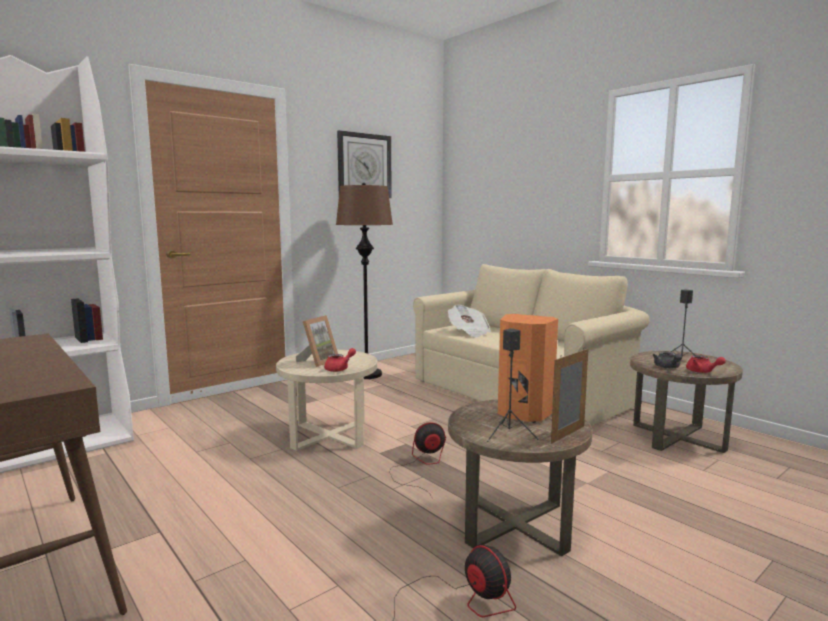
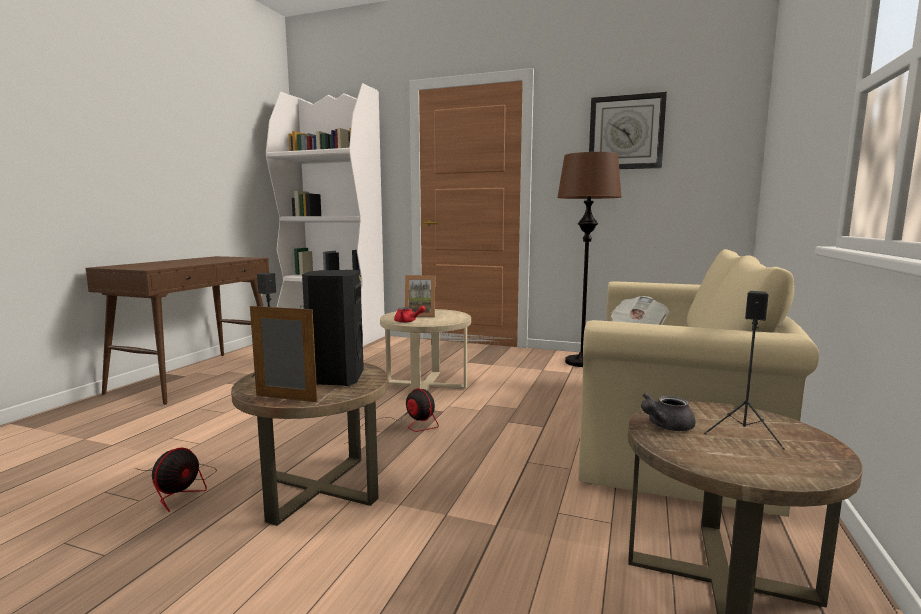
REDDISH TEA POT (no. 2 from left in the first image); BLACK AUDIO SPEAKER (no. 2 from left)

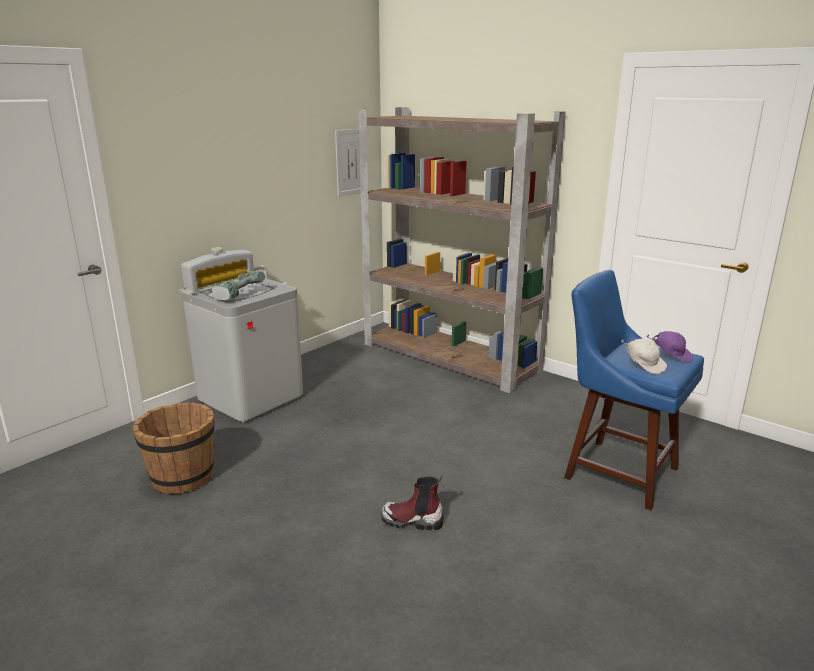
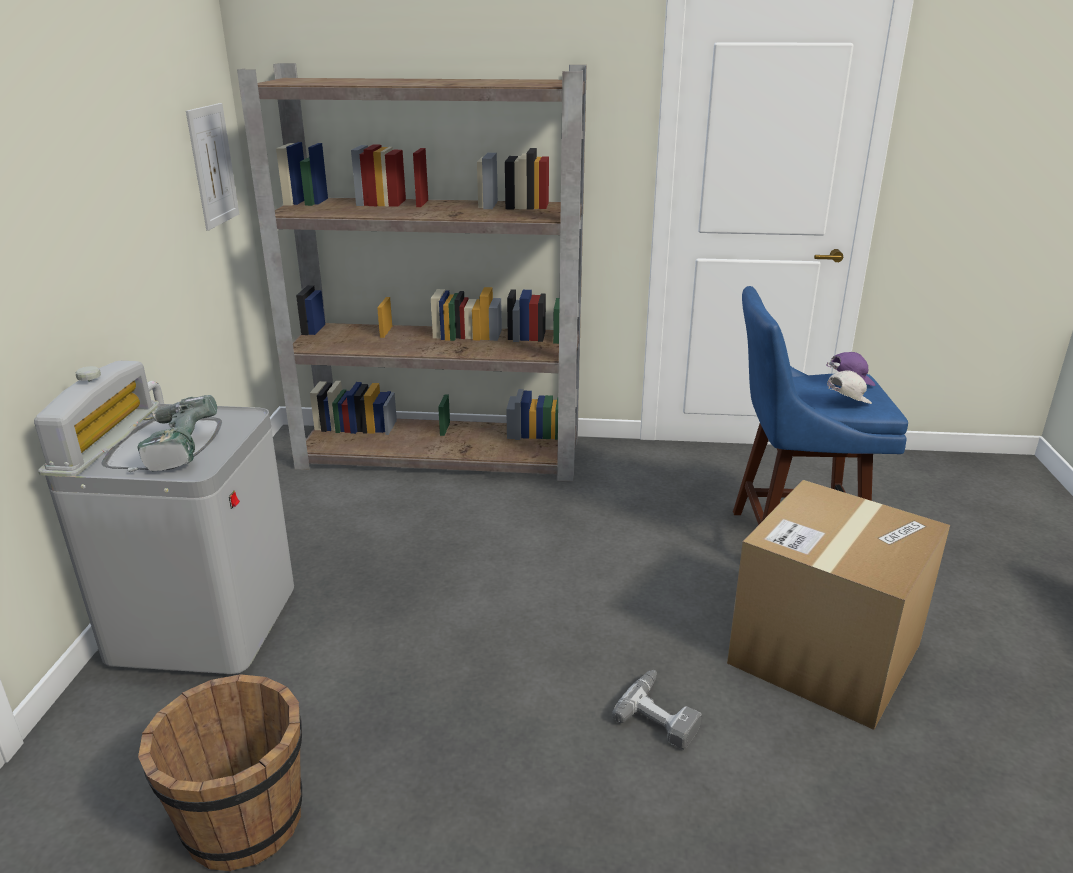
CARDBOARD BOX; DRILL (no. 2 from left); WHITISH PEAKED CAP

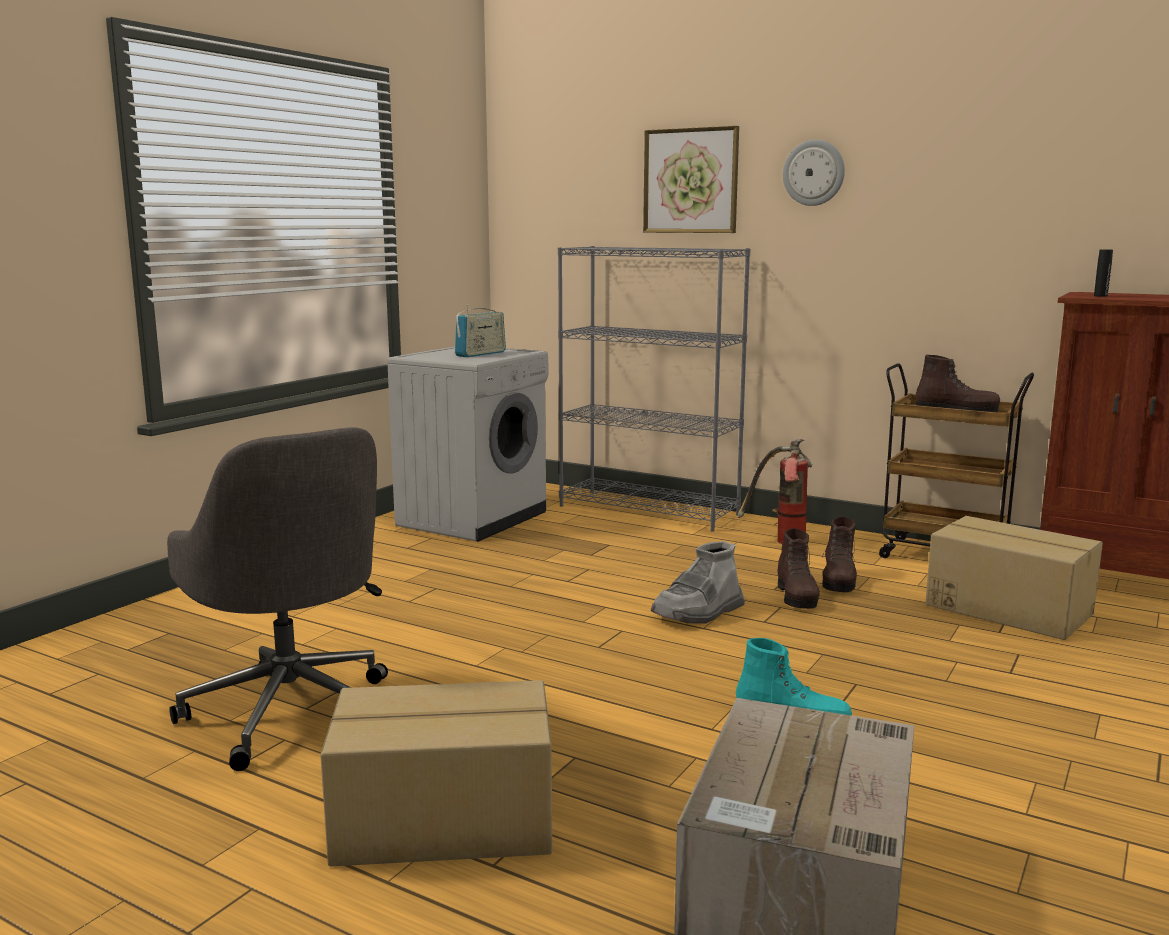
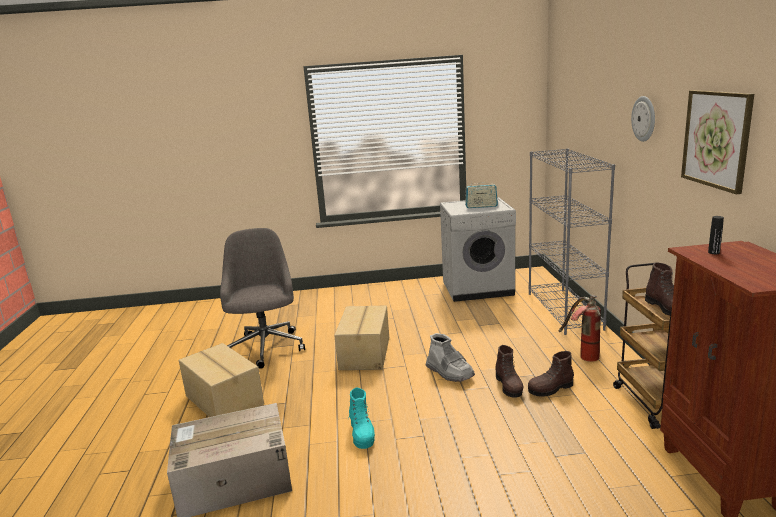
WALL ART; CARDBOARD BOX (no. 3 from left); GREY OFFICE CHAIR; GREY BOOT; BROWNISH BOOT (no. 1 from left)

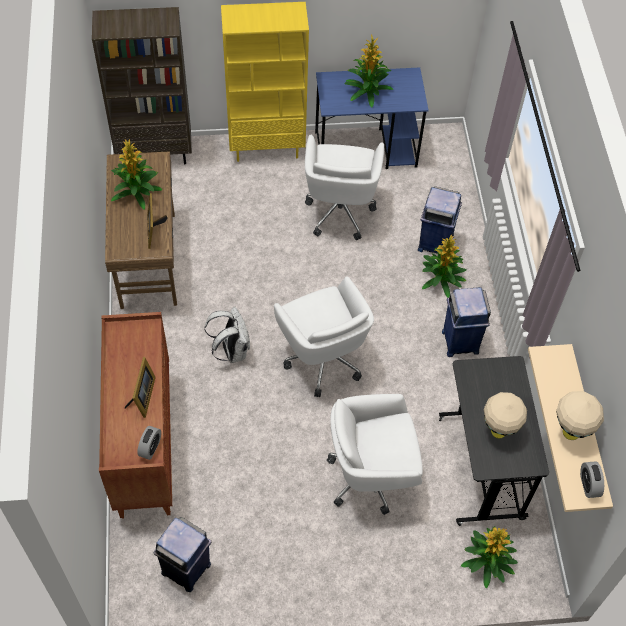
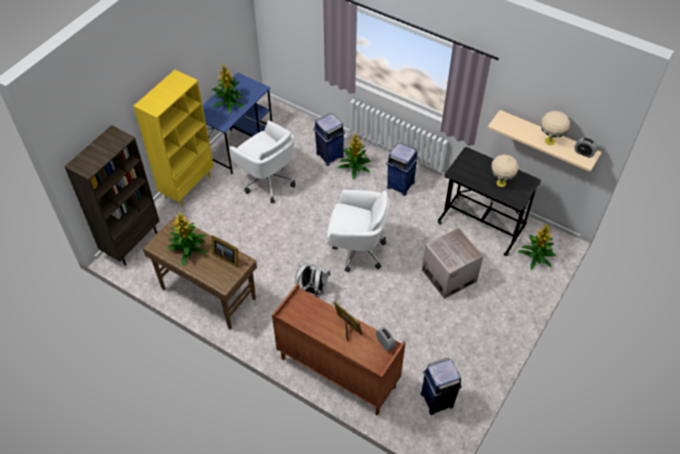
CARDBOARD BOX

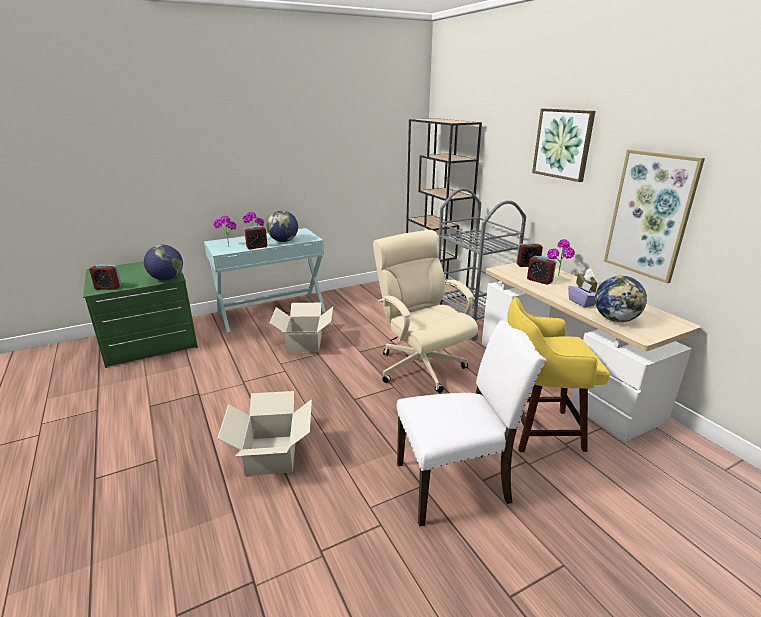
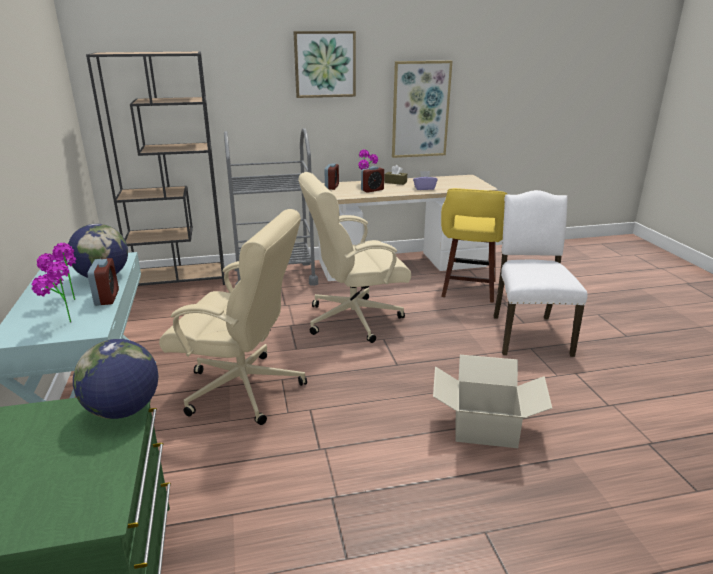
ALARM CLOCK (no. 1 from left in the first image); WORLD GLOBE (no. 3 from left in the first image); BEIGE-COLOURED OFFICE CHAIR (no. 1 from left)

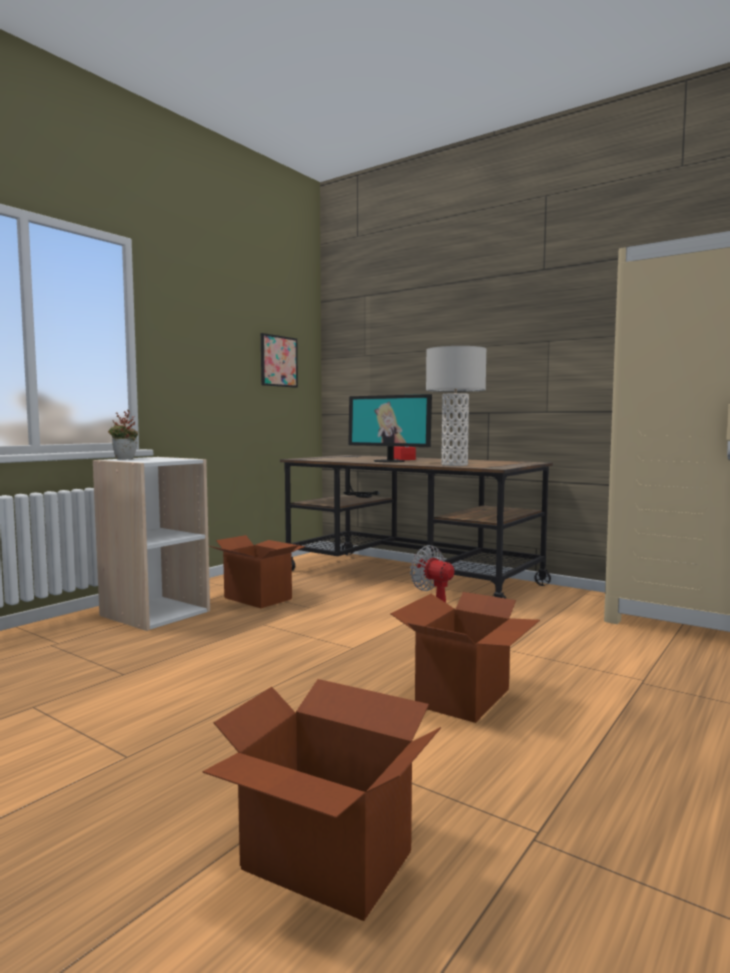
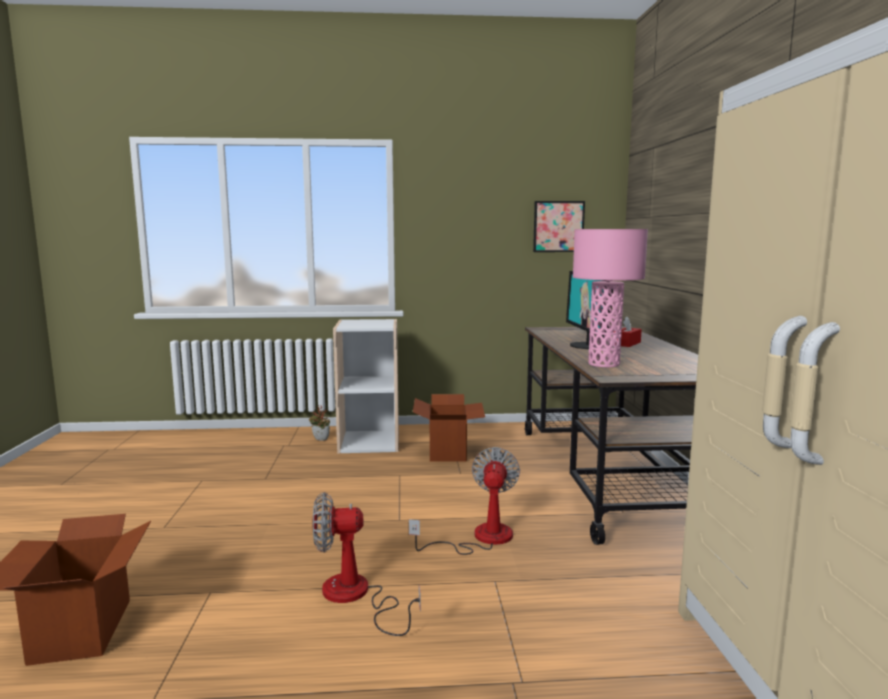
POTTED PLANT; FAN (no. 1 from left); PINKISH LAMP FOR A TABLE

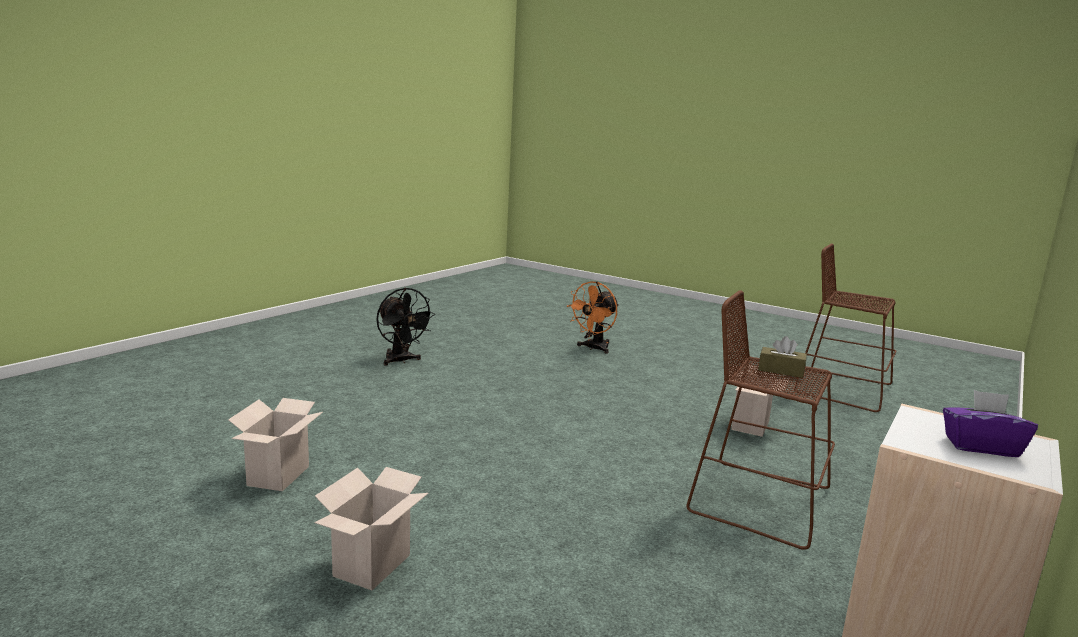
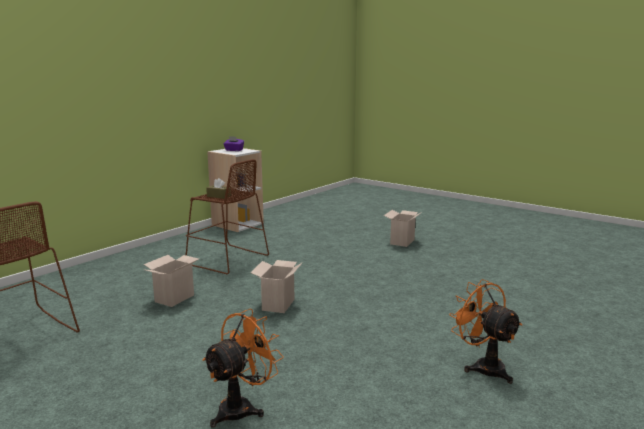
CARDBOARD BOX (no. 2 from left); ORANGE FAN (no. 2 from left)

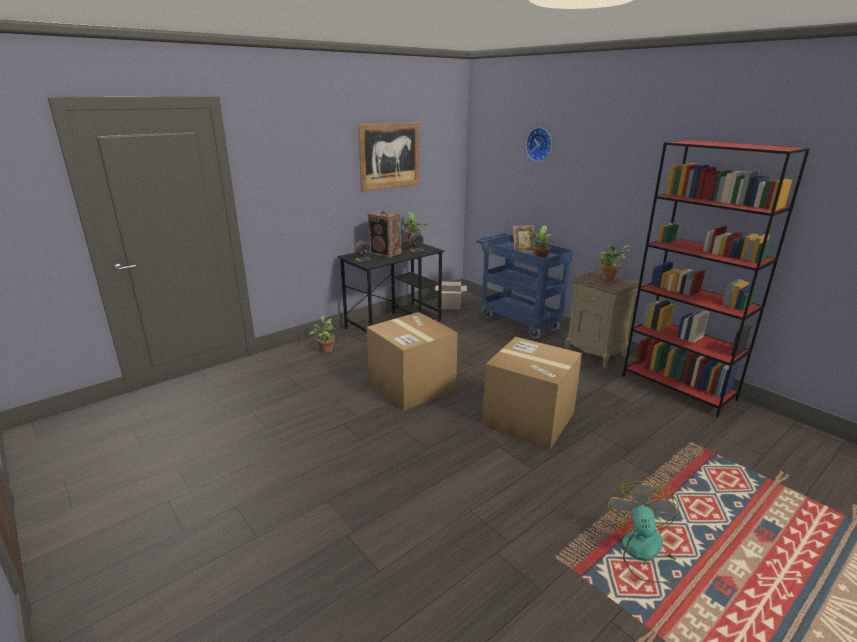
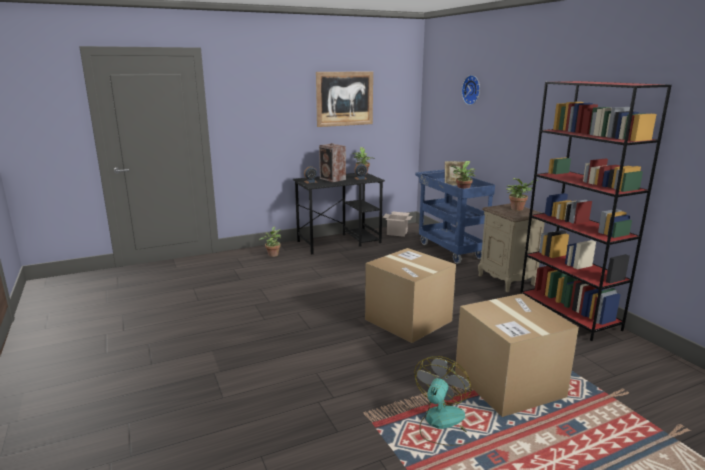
CARDBOARD BOX (no. 3 from left)

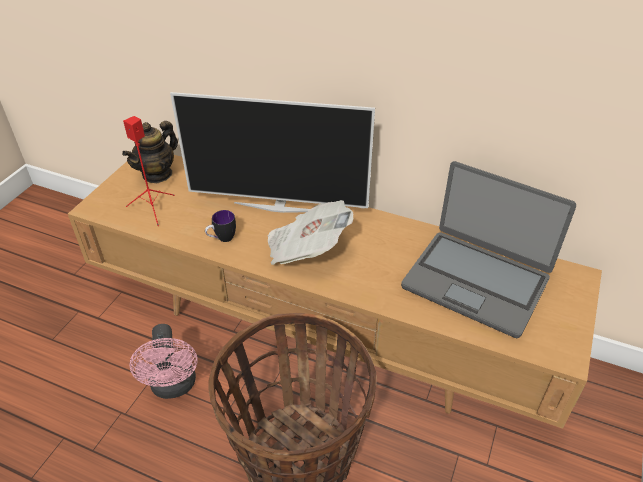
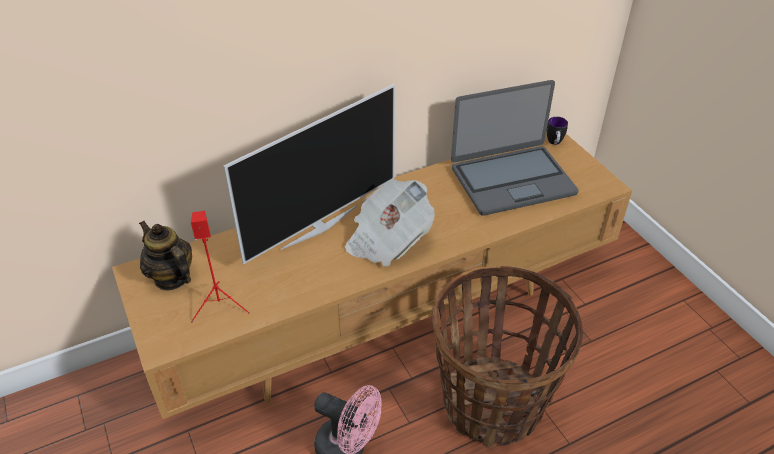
TEA MUG; TEA POT

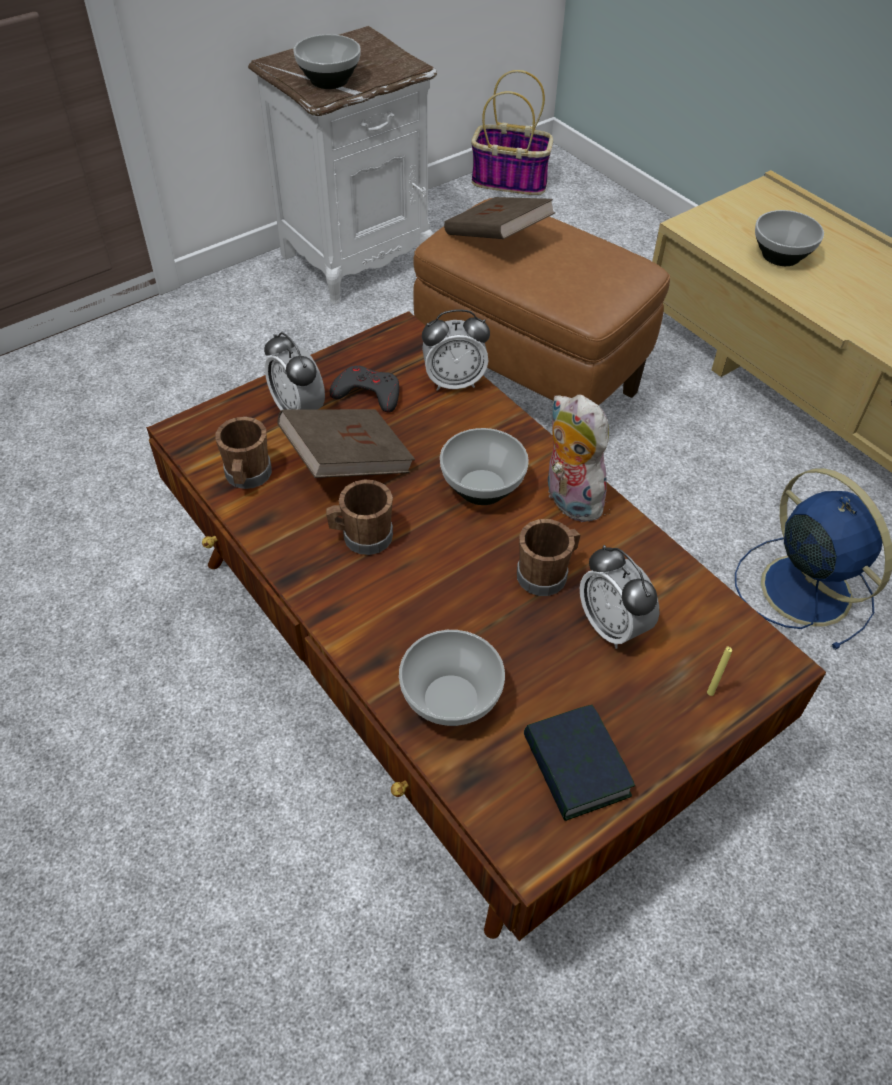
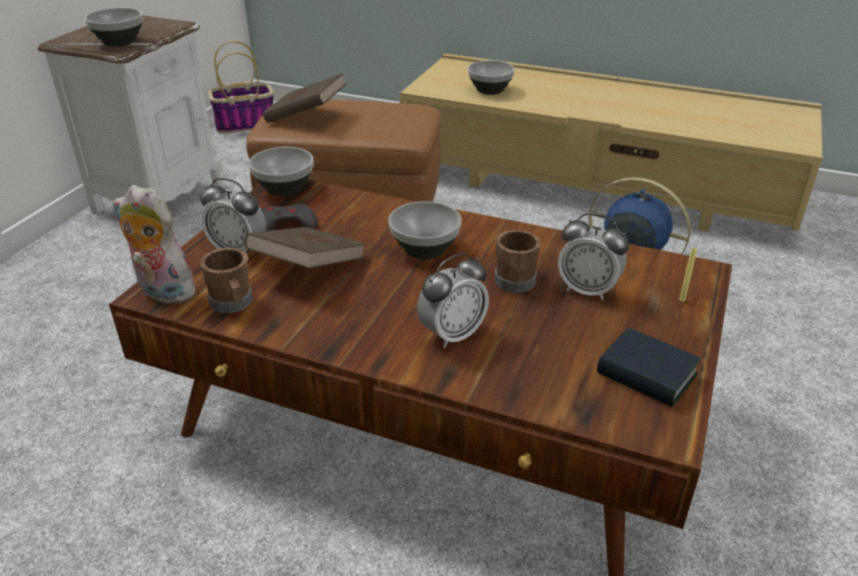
BROWNISH TEA MUG (no. 2 from left in the first image); BOWL (no. 2 from left); ALARM CLOCK (no. 2 from left); CUDDLY TOY

